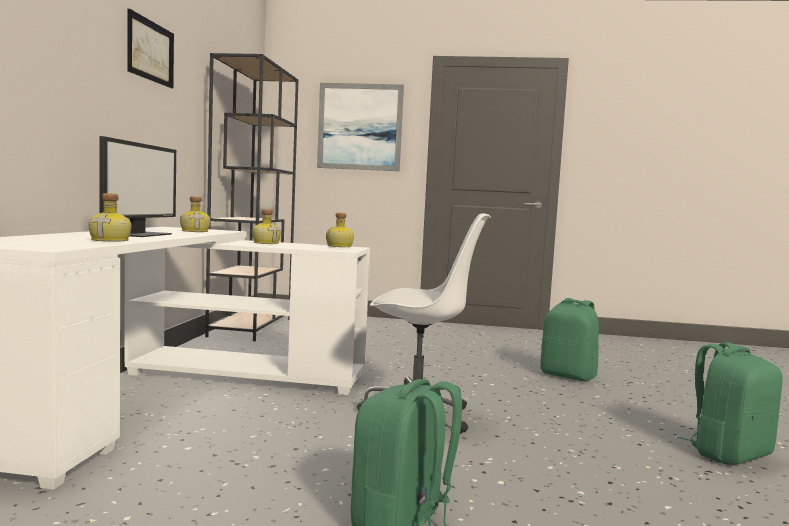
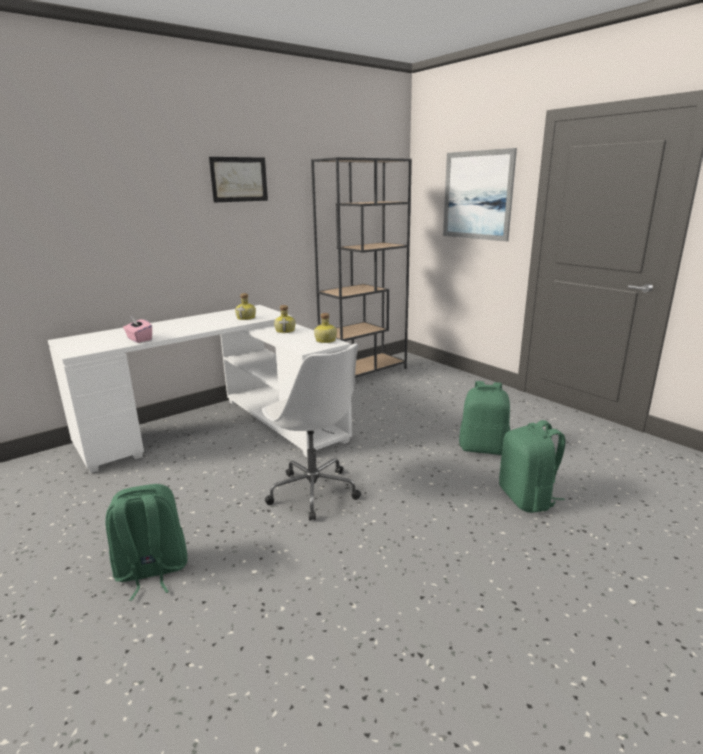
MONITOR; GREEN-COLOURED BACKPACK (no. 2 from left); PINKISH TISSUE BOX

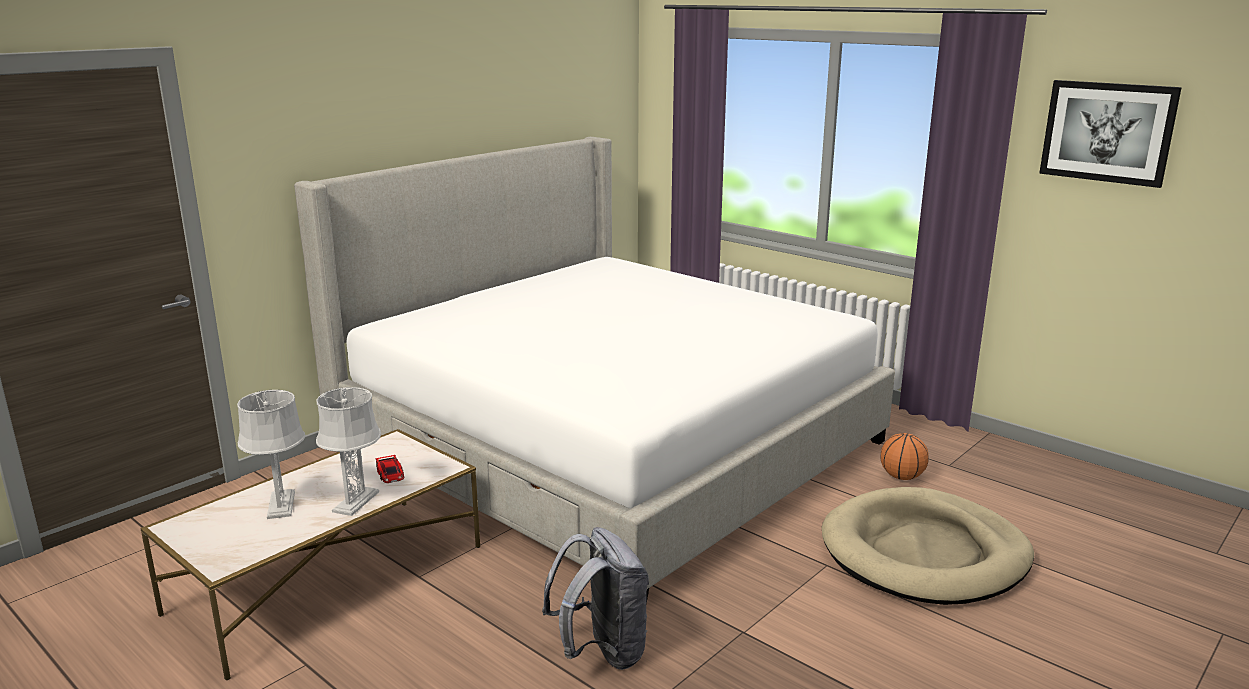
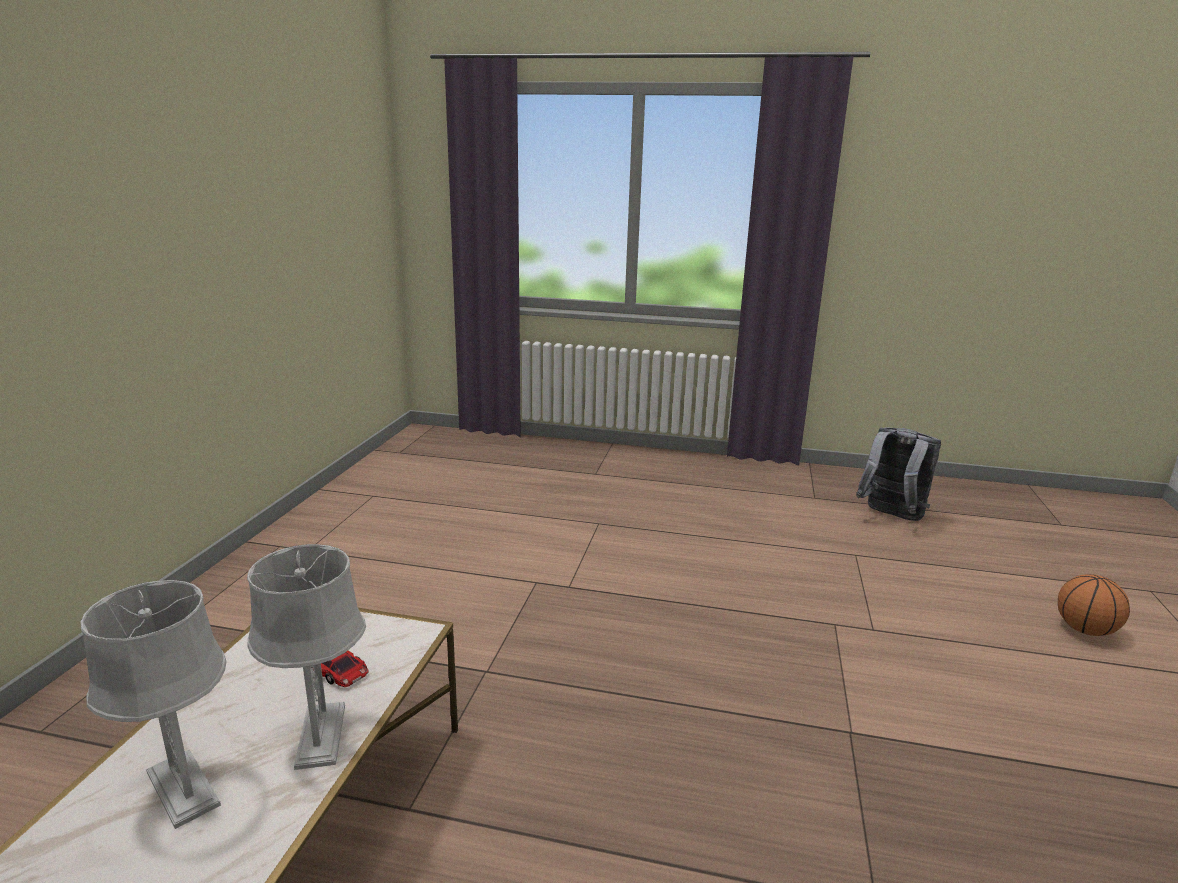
BED; BEIGE-COLOURED DOG BED; WALL ART; GREY BACKPACK; BASKETBALL BALL

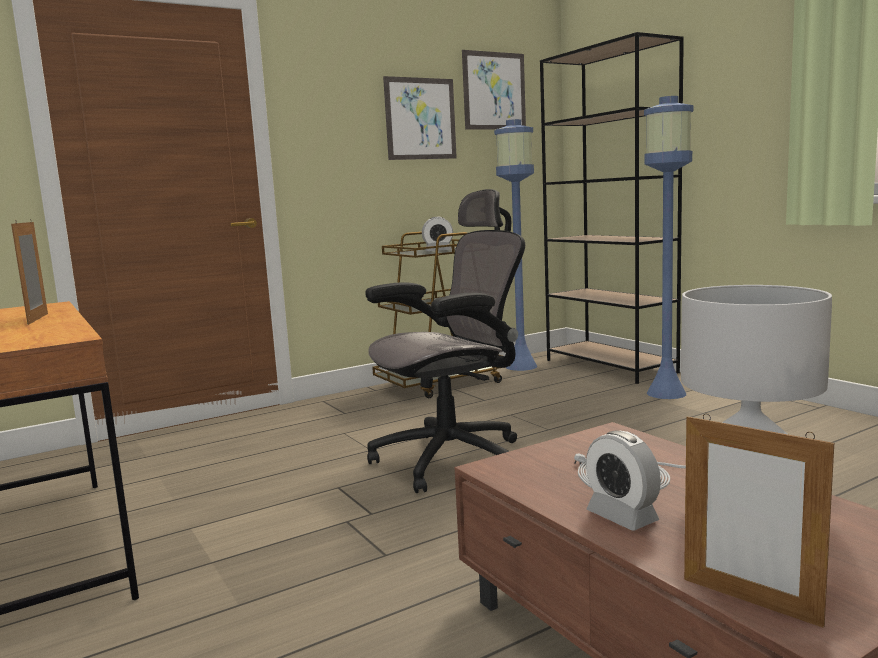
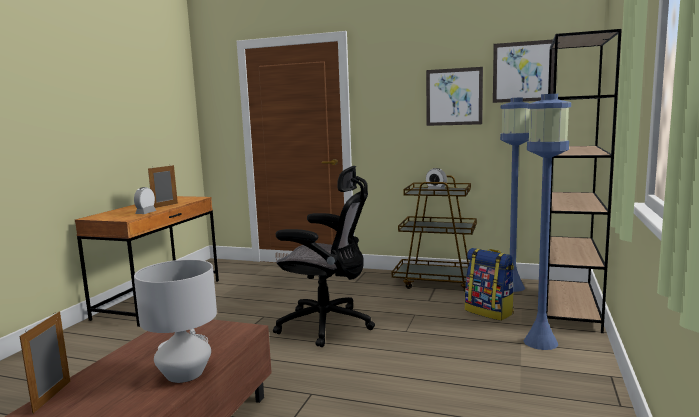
BACKPACK; ALARM CLOCK (no. 1 from left)

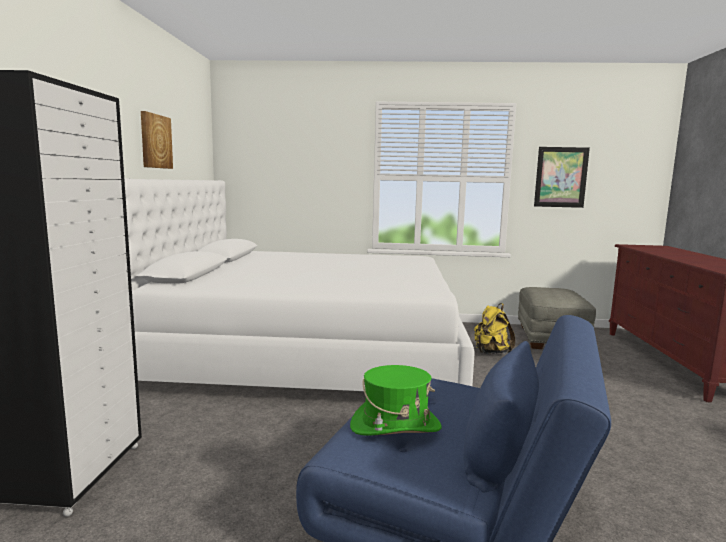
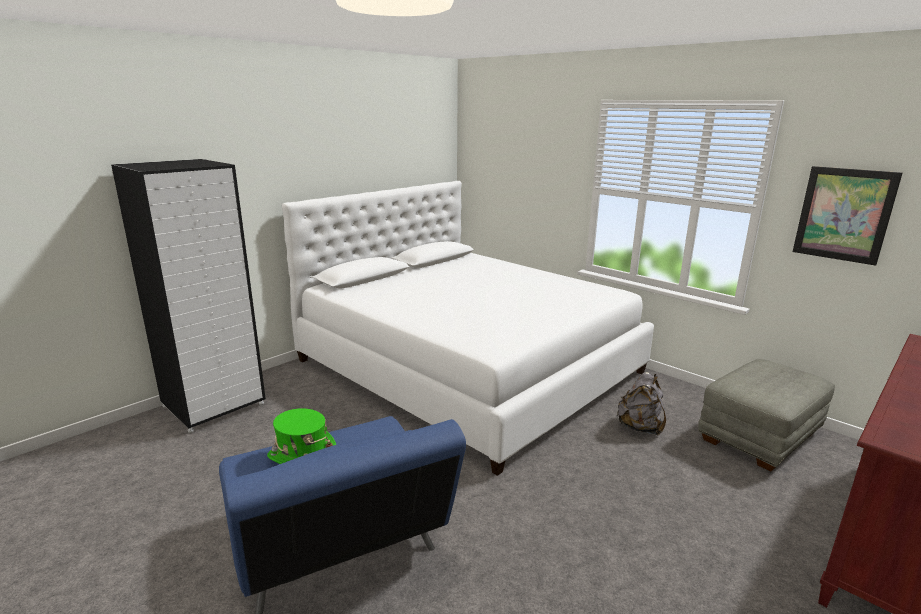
WALL ART (no. 1 from left in the first image); GREY BACKPACK

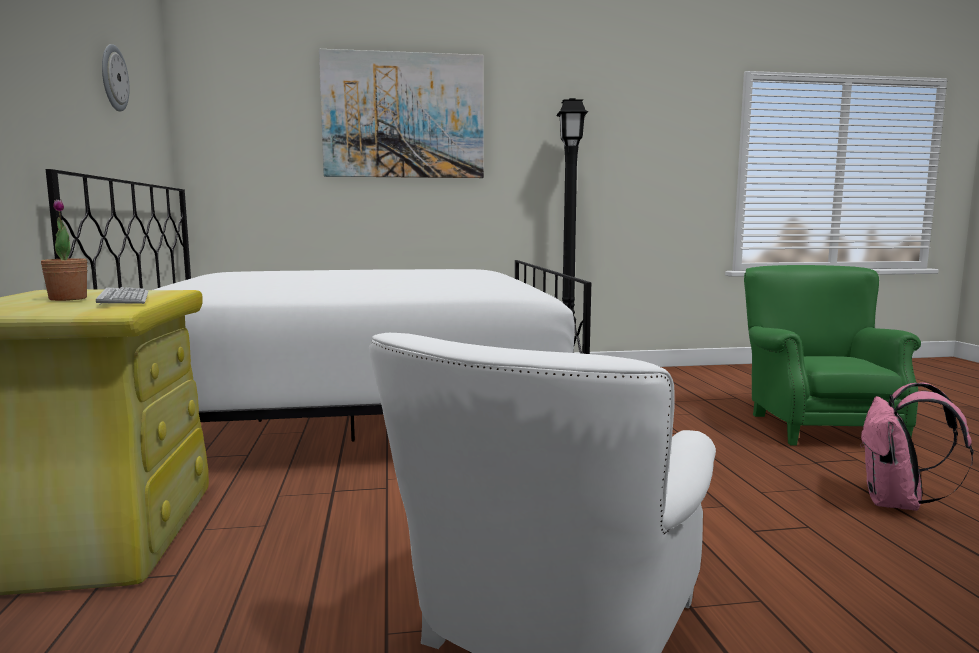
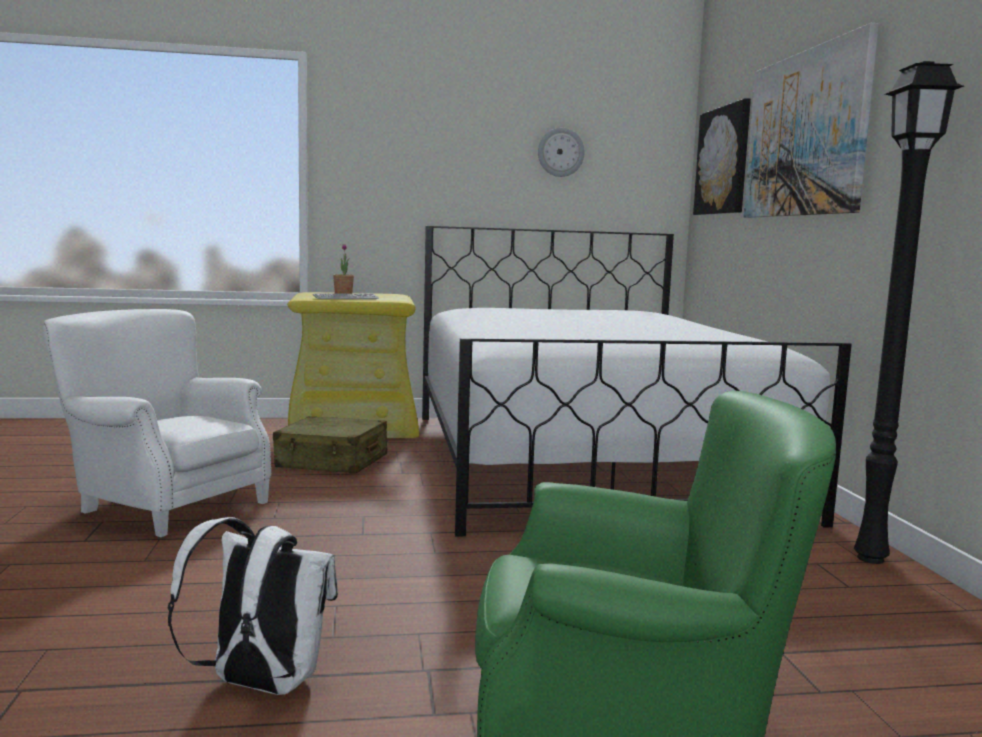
BEIGE-COLOURED TRAVEL CASE; WALL ART (no. 1 from left); WHITISH BACKPACK

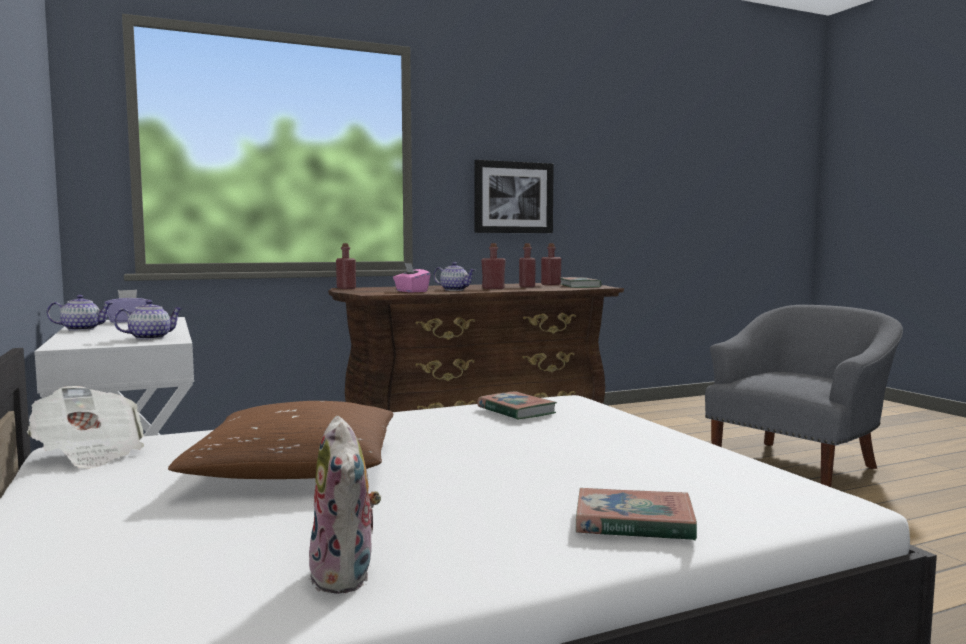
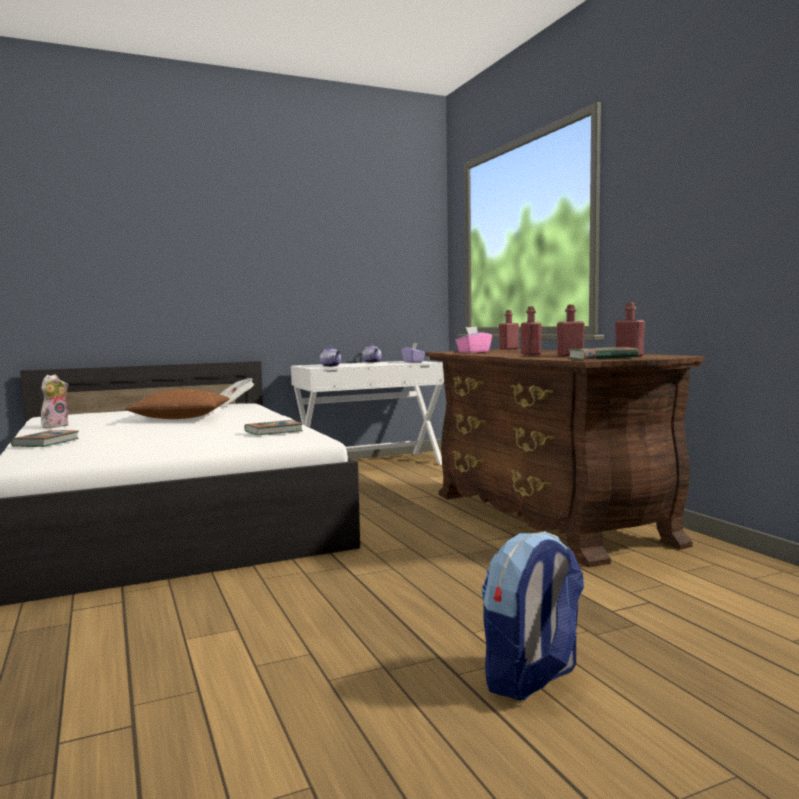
TEA POT (no. 3 from left in the first image); WALL ART; BACKPACK; CUDDLY TOY

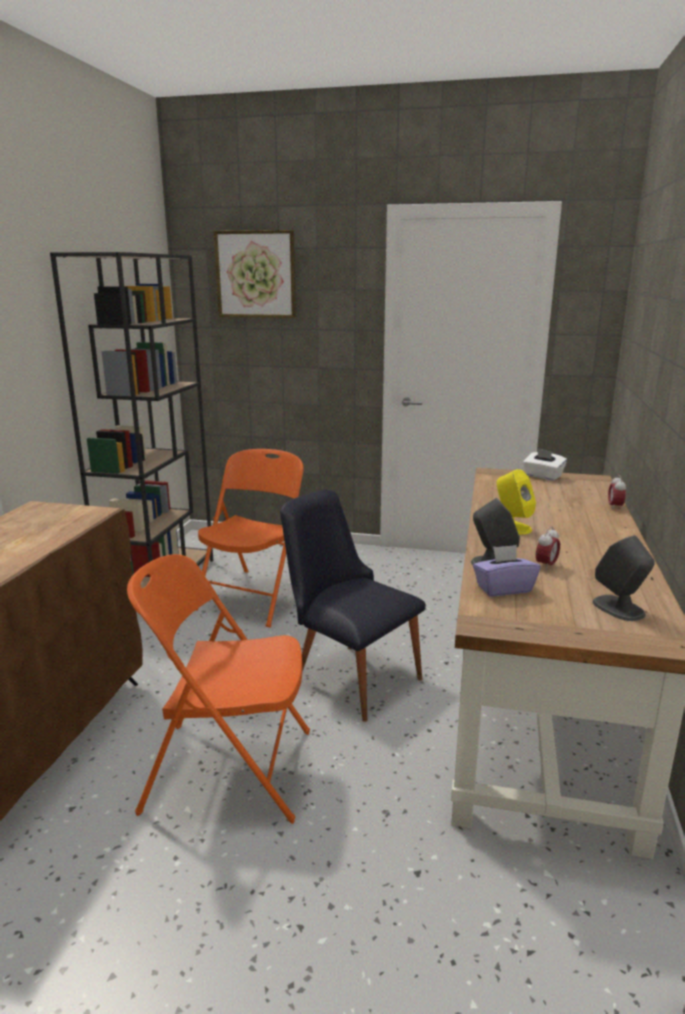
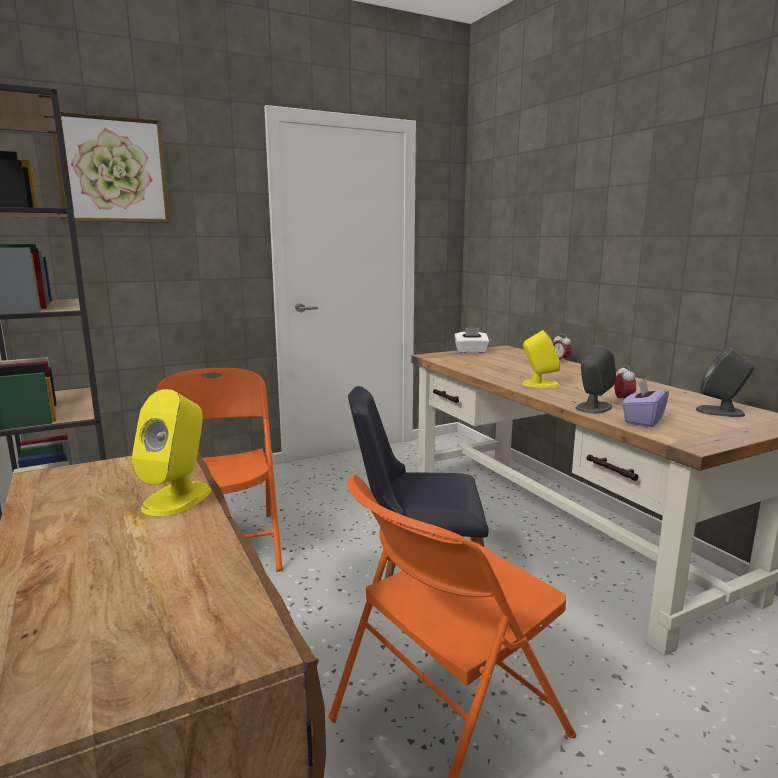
YELLOW-COLOURED AUDIO SPEAKER (no. 1 from left)

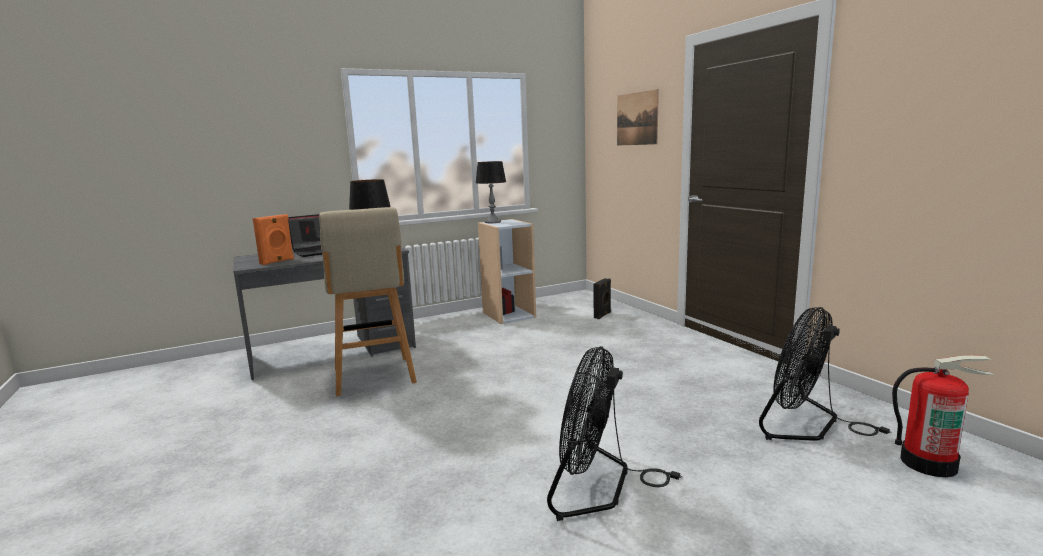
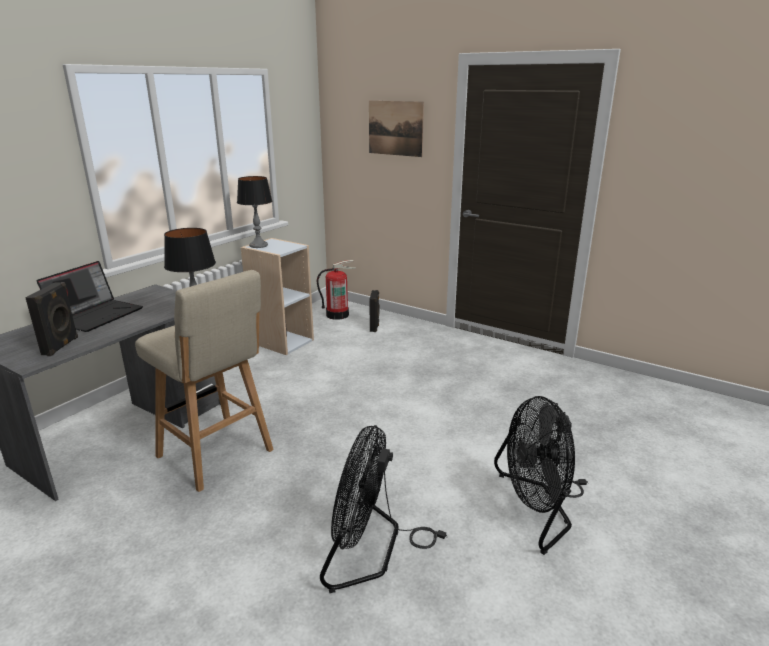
BLACK FAN (no. 1 from left); EXTINGUISHER; BLACK AUDIO SPEAKER (no. 1 from left)

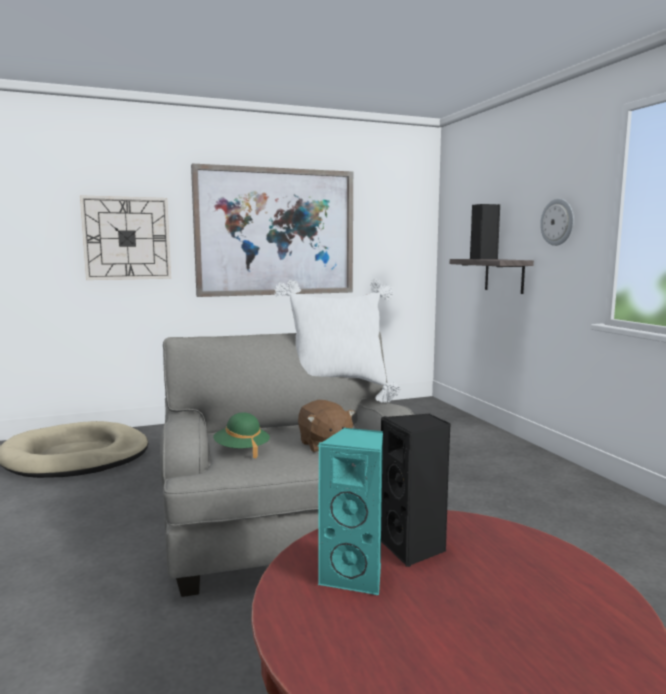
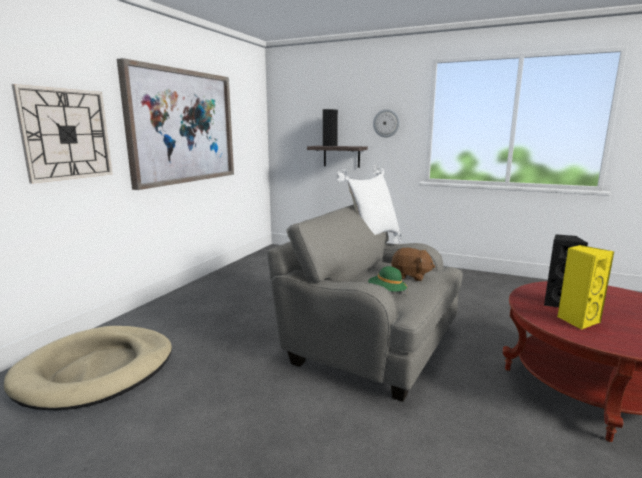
YELLOW-COLOURED AUDIO SPEAKER

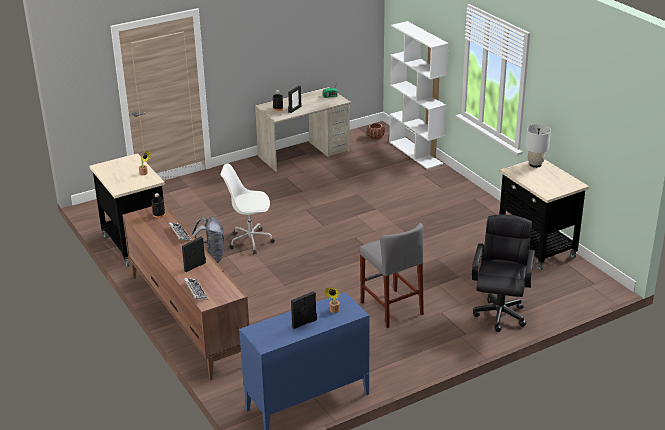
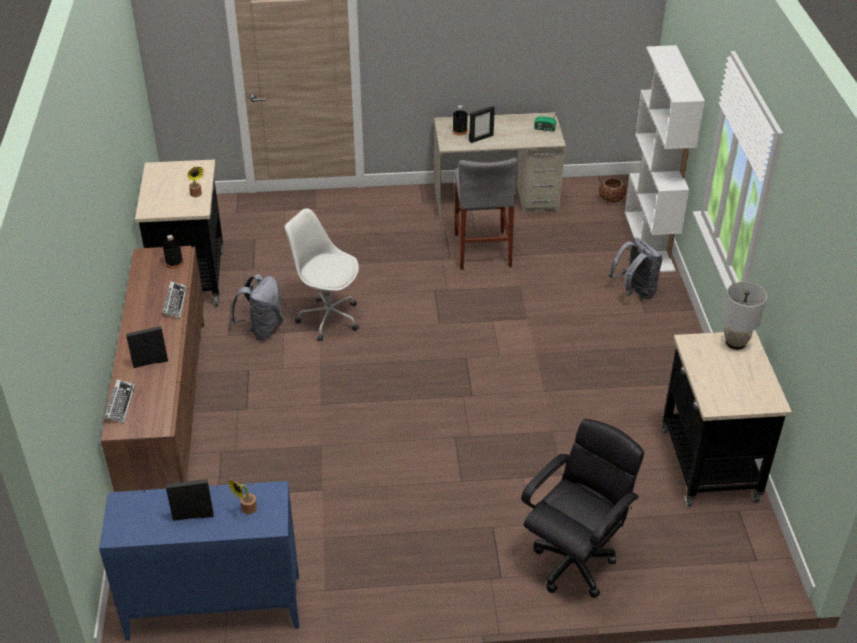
GREY BACKPACK (no. 2 from left); GREY SITTING STOOL

